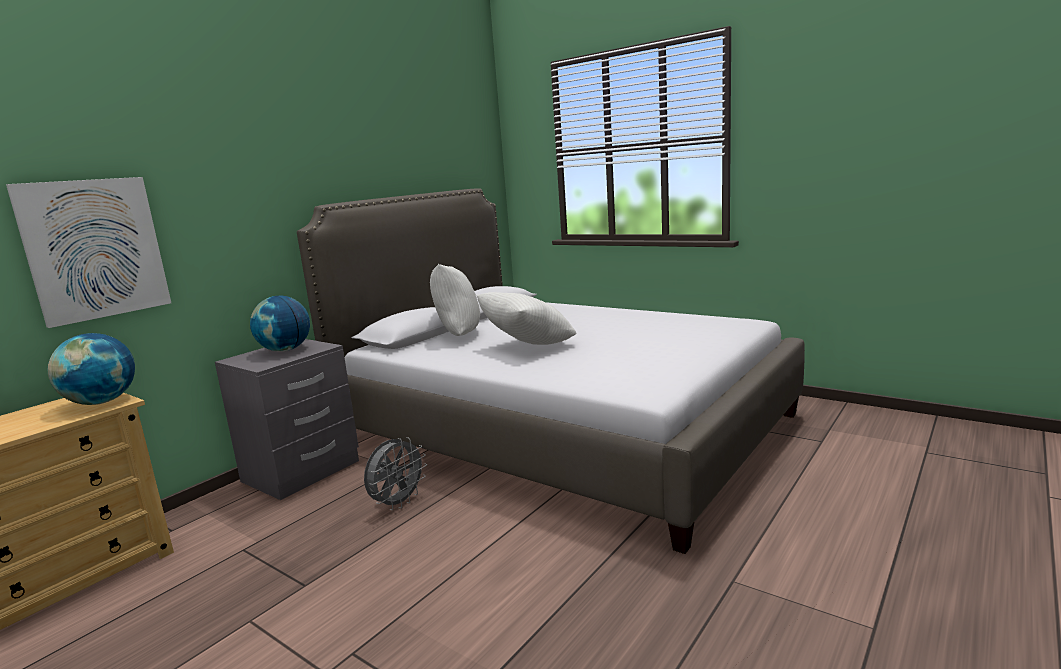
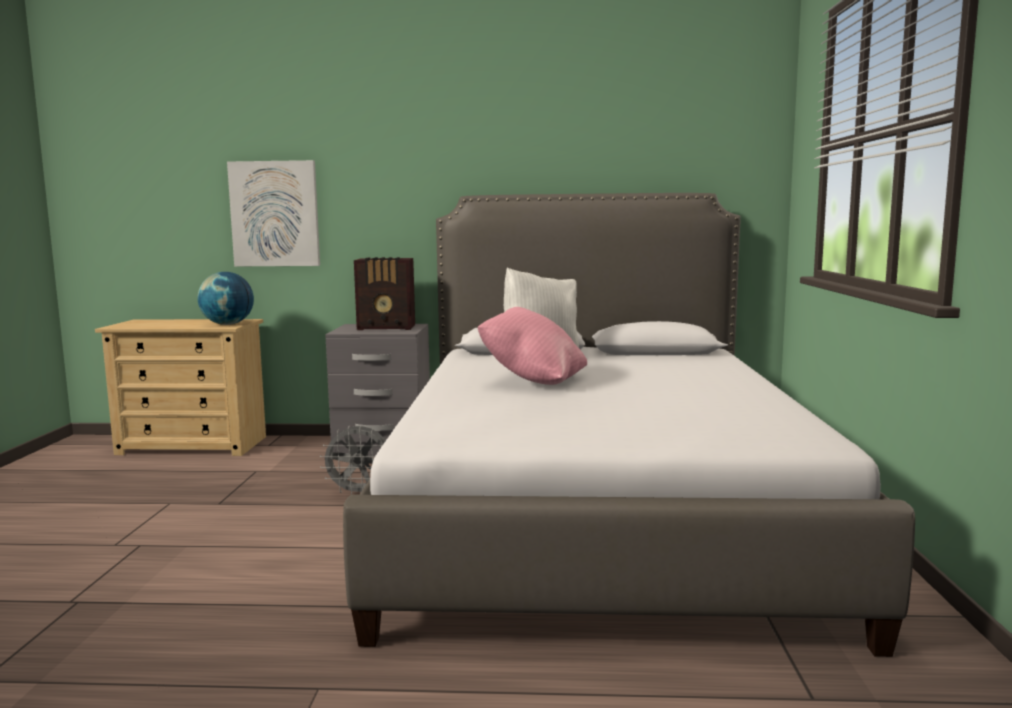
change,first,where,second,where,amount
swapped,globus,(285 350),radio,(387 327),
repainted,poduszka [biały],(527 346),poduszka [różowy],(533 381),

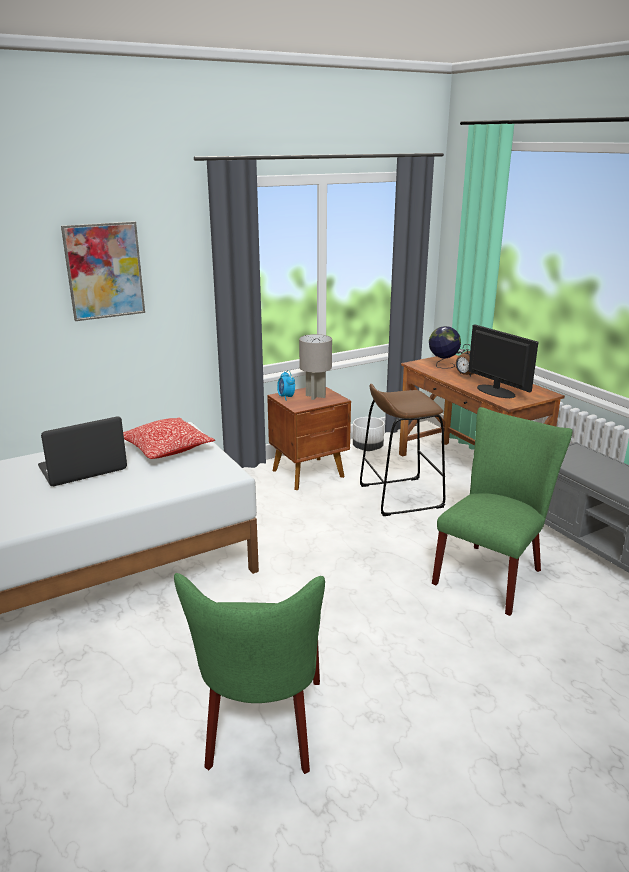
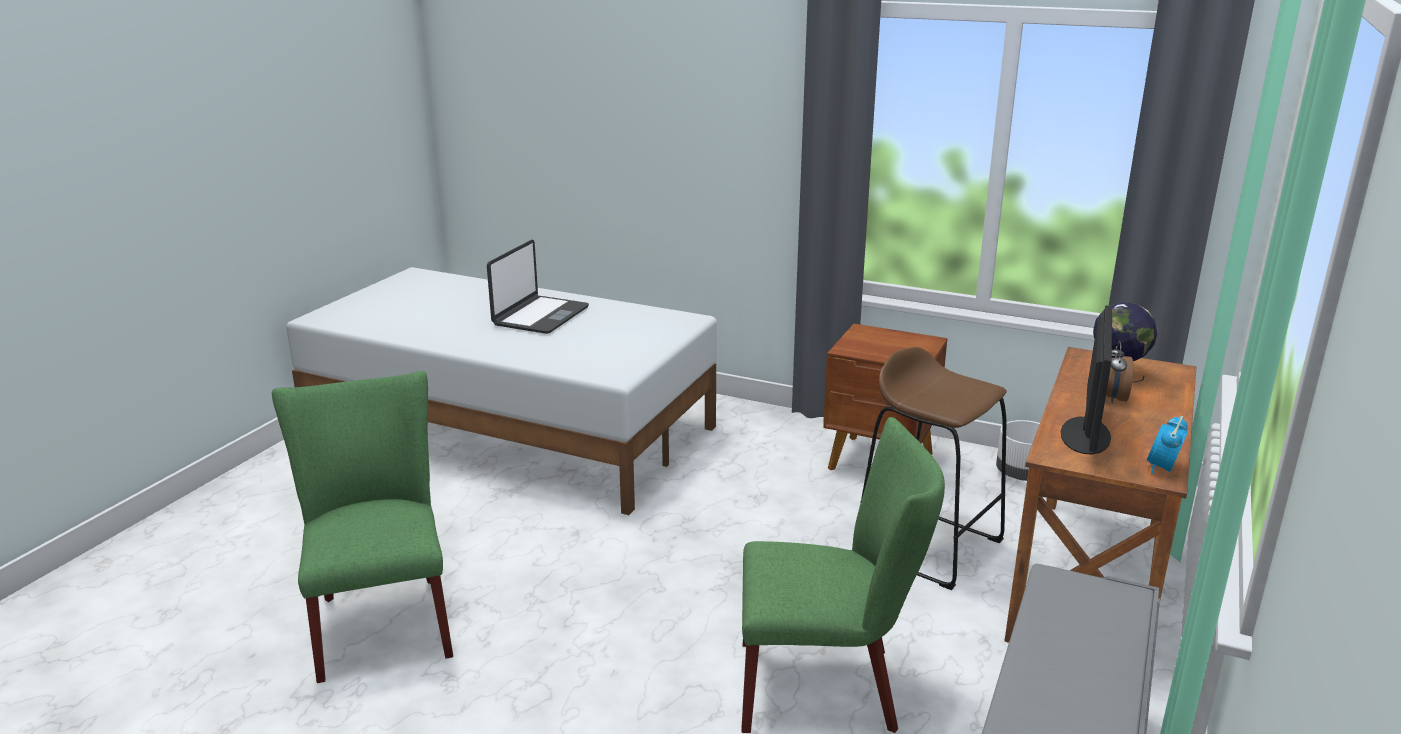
change,first,where,second,where,amount
gone,obraz,(104 271),,,
gone,poduszka,(166 449),,,
gone,lampa stołowa [szary],(315 396),,,
shifted,budzik,(286 397),,(1162 469),
rotated,laptop,(83 469),,(540 316),90 degrees clockwise
rotated,krzesło [zielony],(263 729),,(382 620),105 degrees clockwise

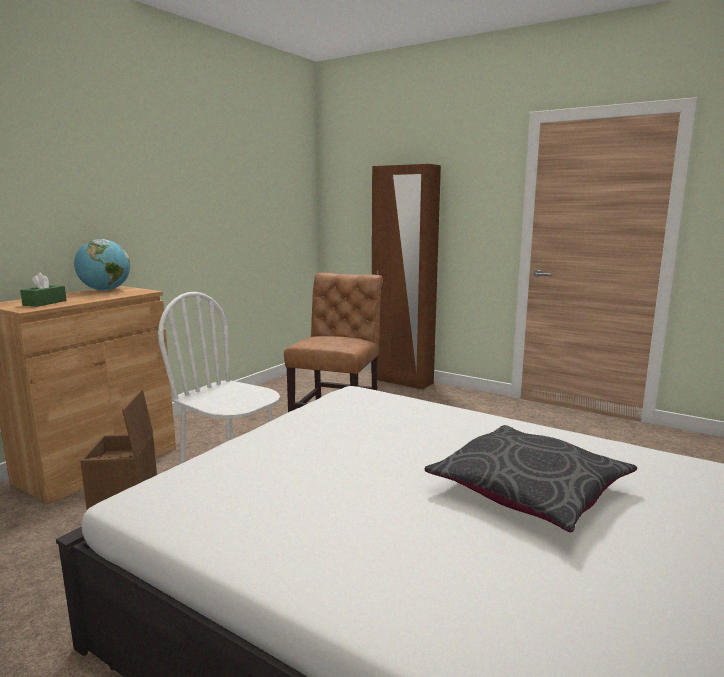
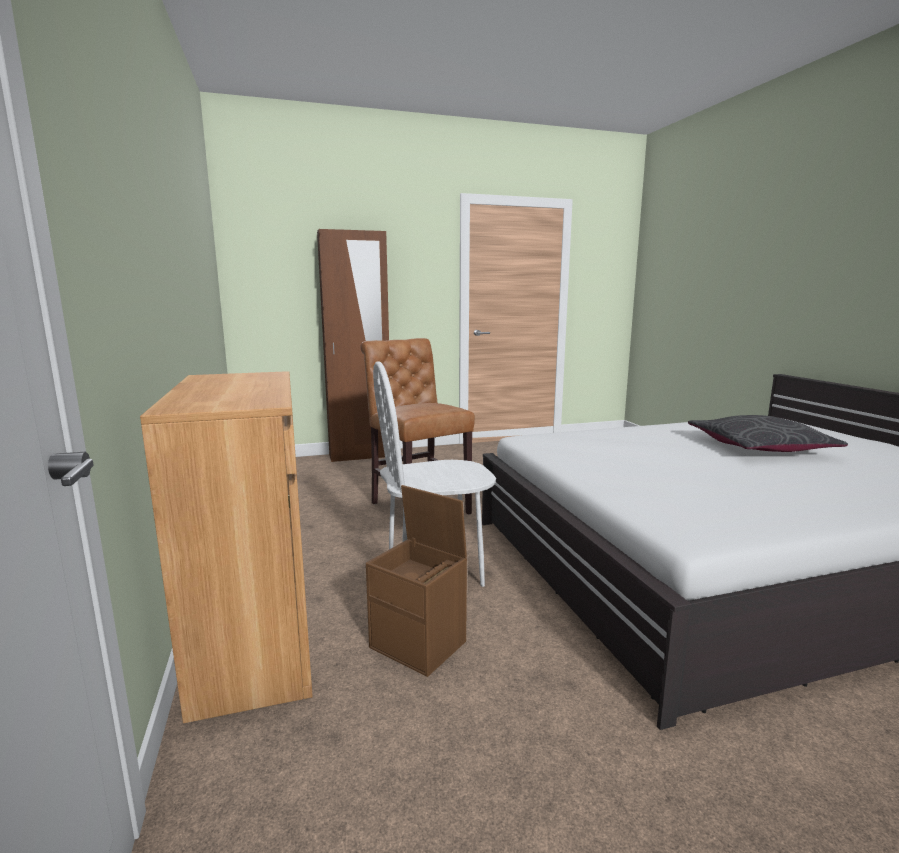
change,first,where,second,where,amount
gone,pudełko chusteczek [zielony],(45 303),,,
gone,globus,(105 290),,,

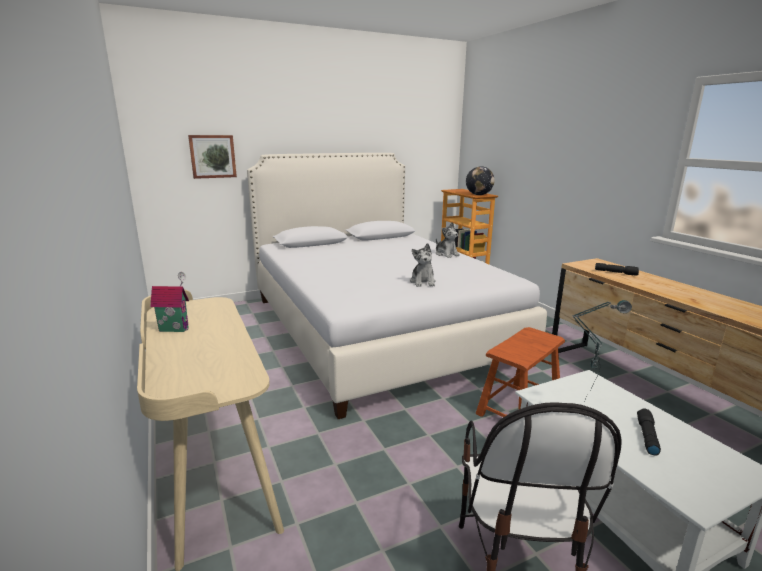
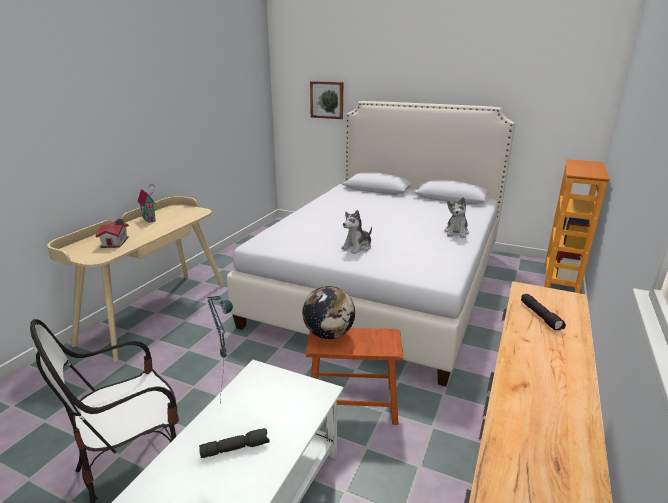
change,first,where,second,where,amount
new,,,domek,(116 242),
shifted,globus,(479 195),,(329 334),

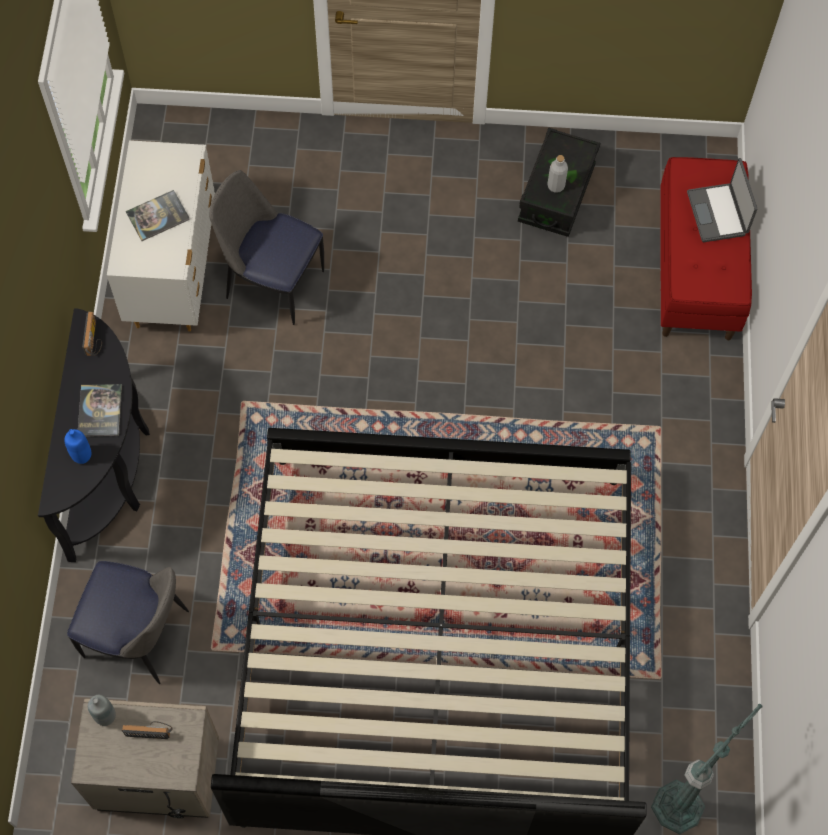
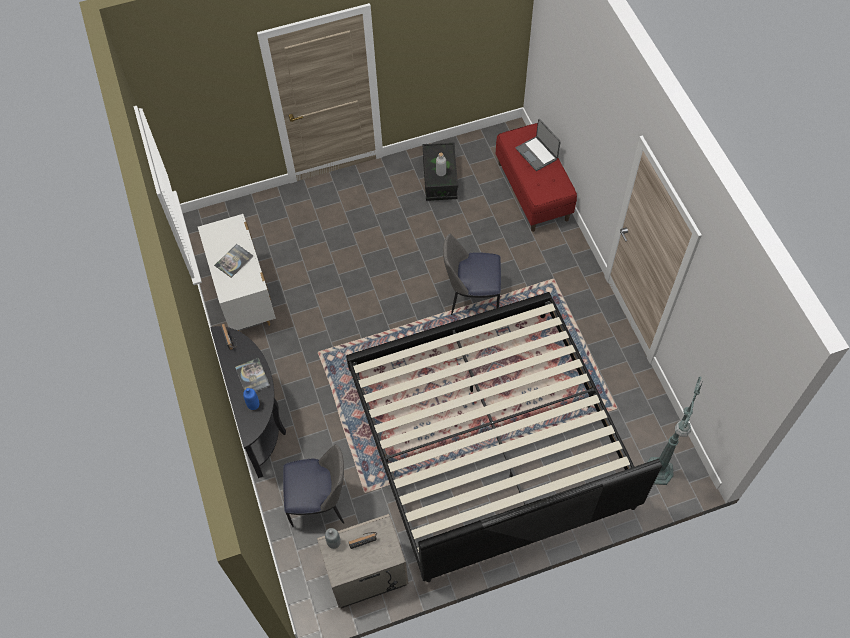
change,first,where,second,where,amount
shifted,krzesło,(272 282),,(472 296),

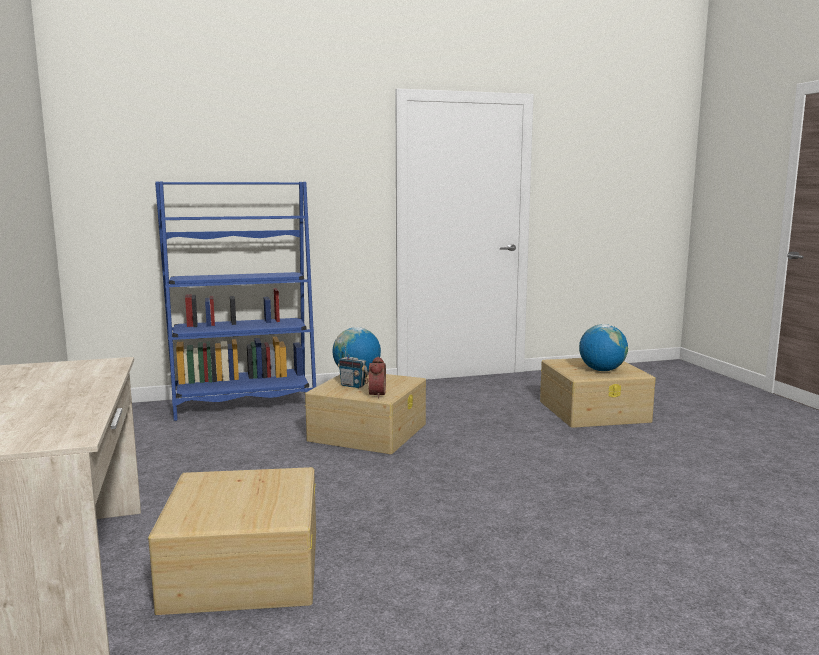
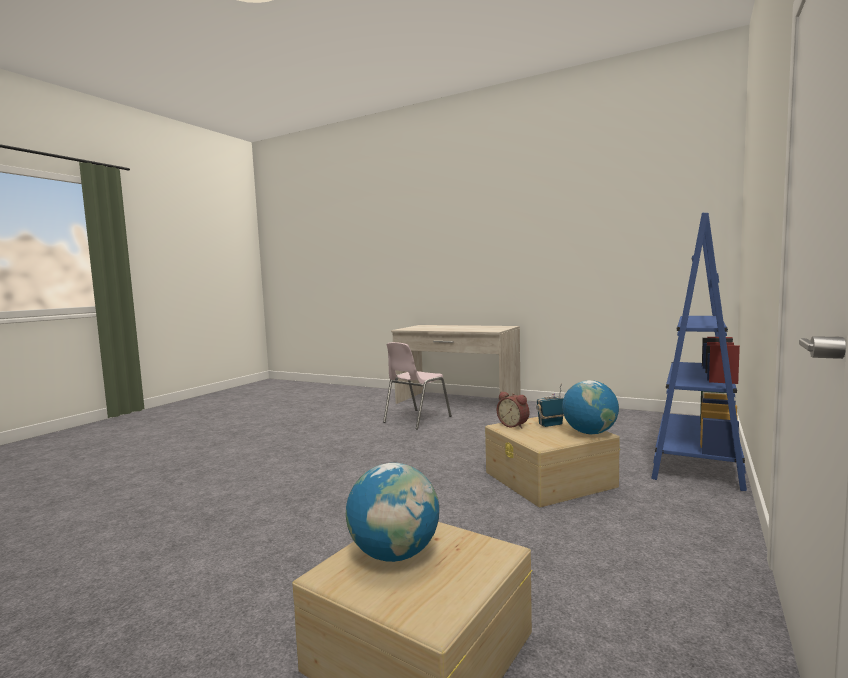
change,first,where,second,where,amount
swapped,pojemnik do przechowywania [beżowy],(243 569),krzesło [różowy],(416 419),

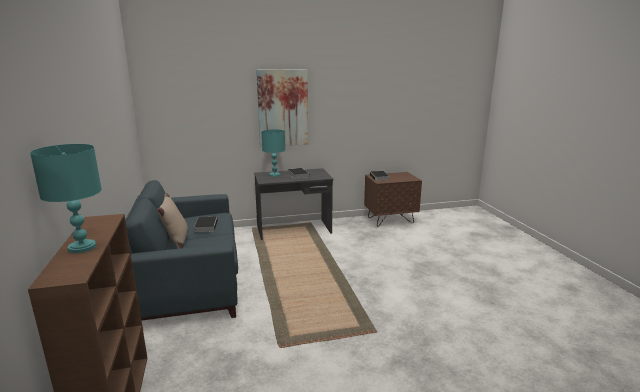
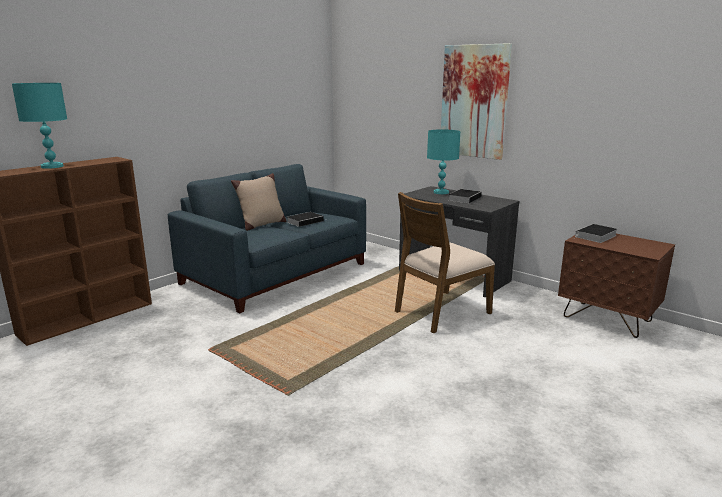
change,first,where,second,where,amount
new,,,krzesło [brązowy],(441 312),

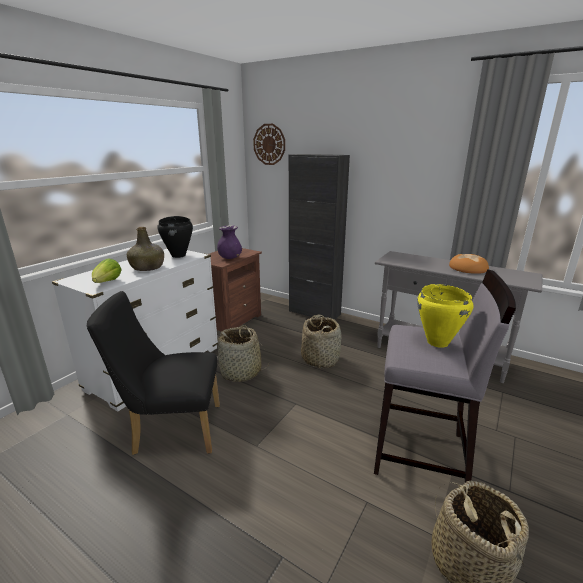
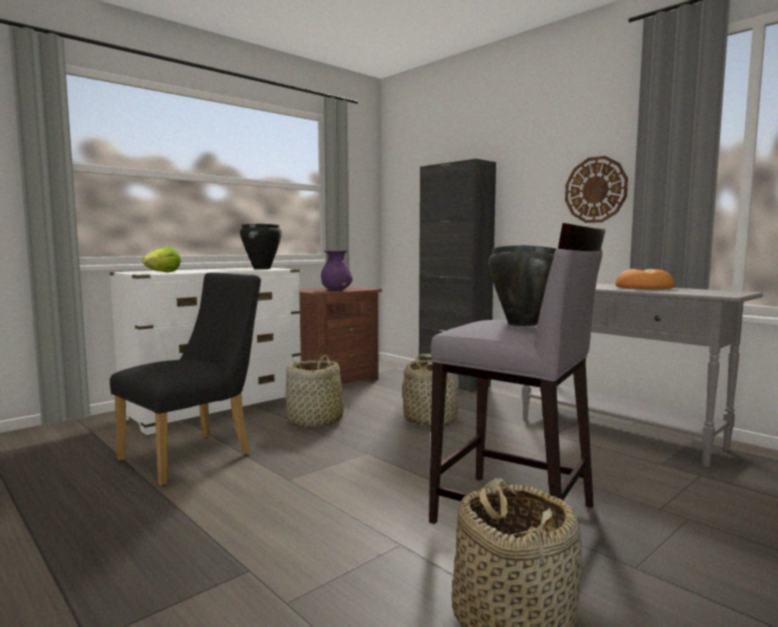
change,first,where,second,where,amount
gone,butelka [zielony],(148 267),,,
shifted,zegar ścienny,(269 144),,(595 190),
repainted,garnek [żółty],(437 342),garnek [czarny],(521 324),
rotated,krzesło [czarny],(171 429),,(195 455),120 degrees clockwise

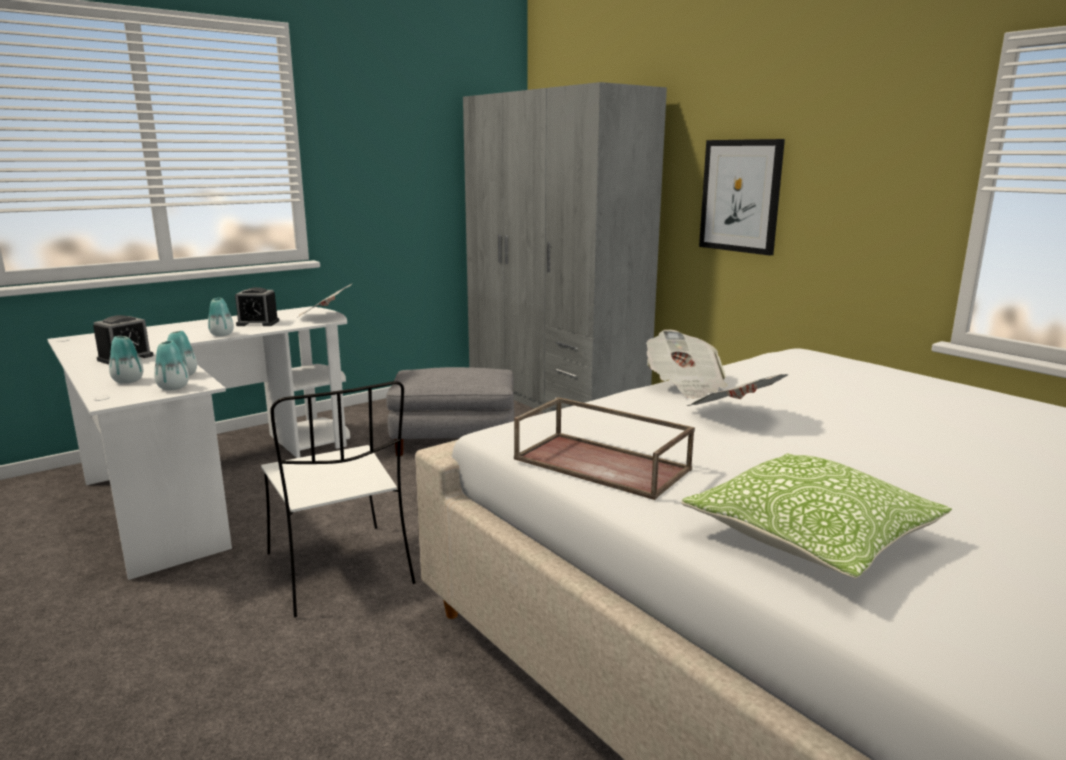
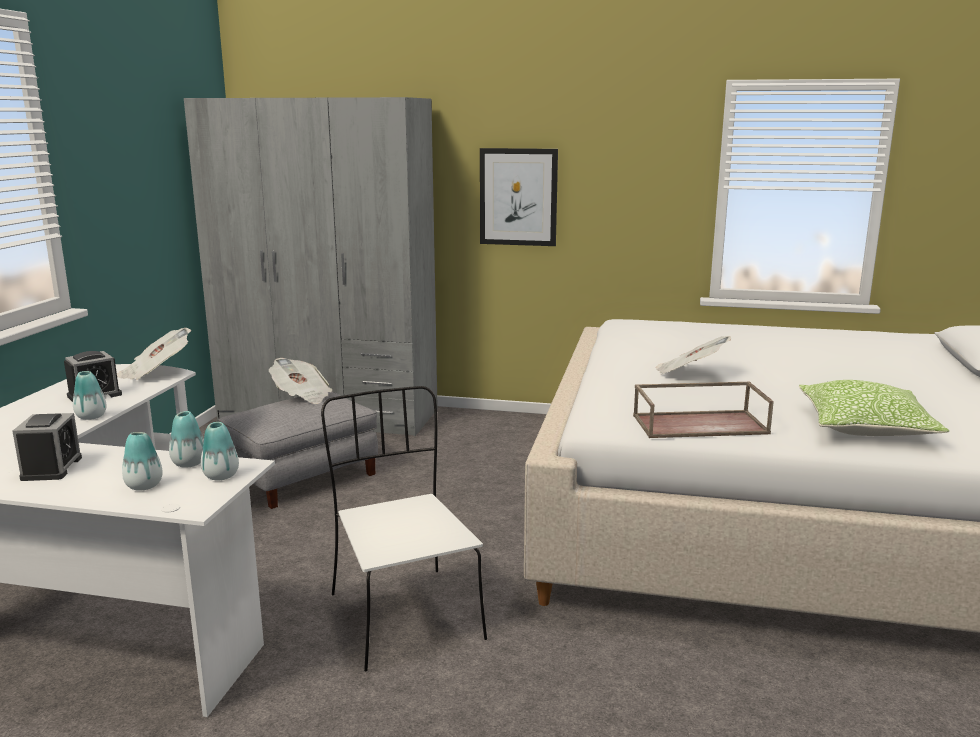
change,first,where,second,where,amount
shifted,gazeta,(684 385),,(302 396),
rotated,krzesło [biały],(341 571),,(403 614),135 degrees counterclockwise

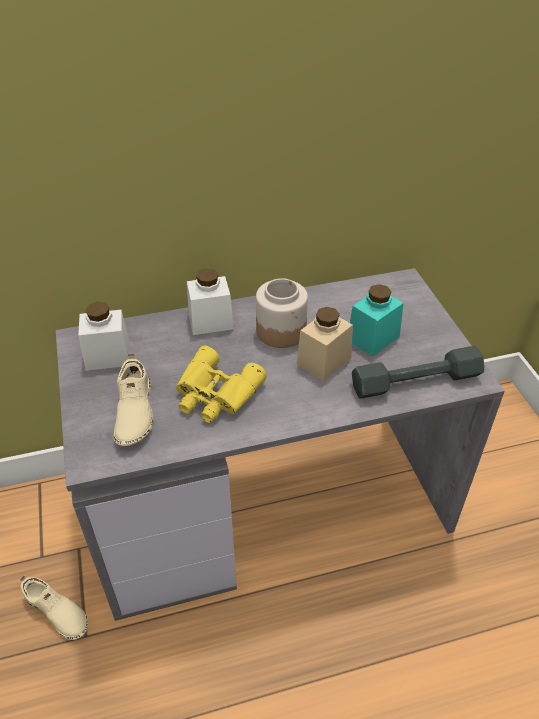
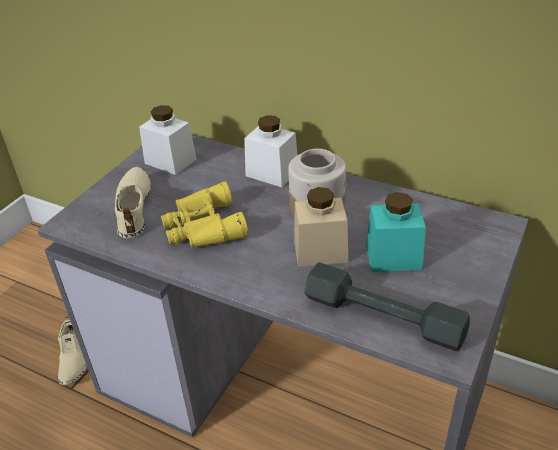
change,first,where,second,where,amount
rotated,but [beżowy],(133 412),,(134 207),135 degrees clockwise

